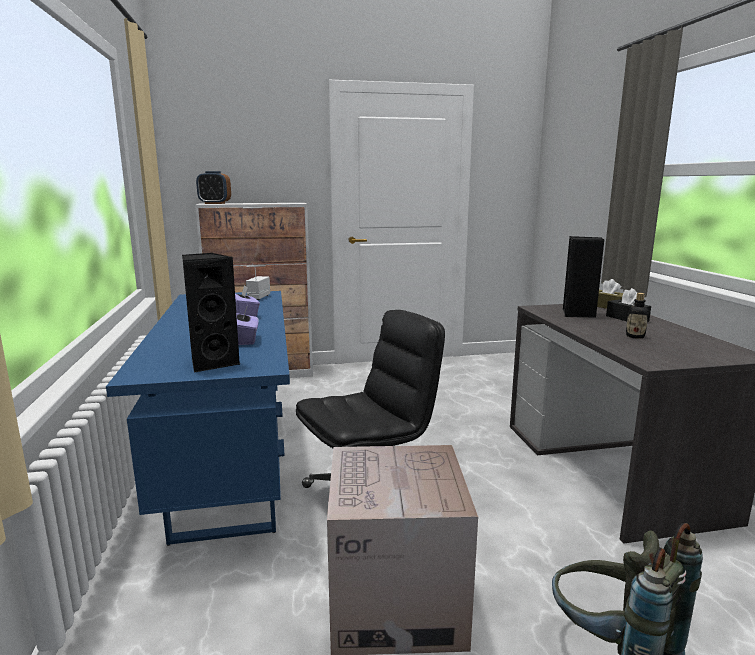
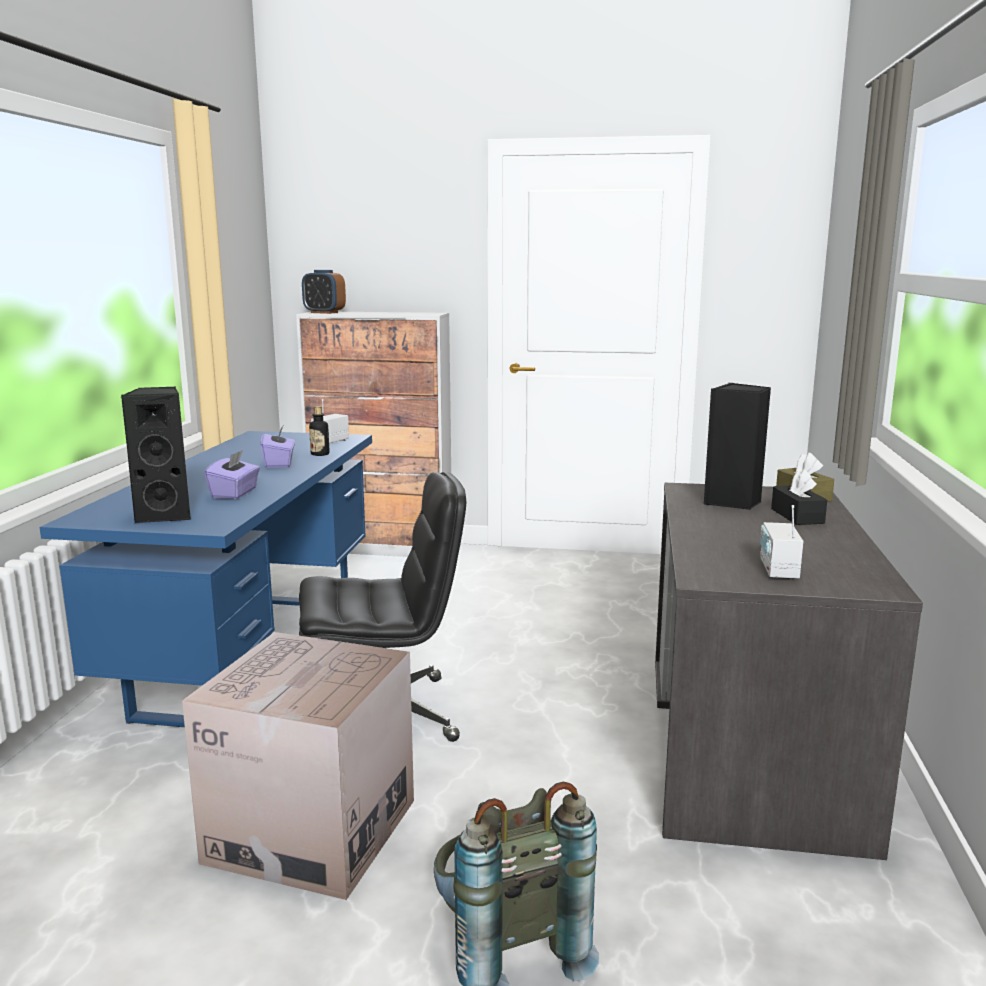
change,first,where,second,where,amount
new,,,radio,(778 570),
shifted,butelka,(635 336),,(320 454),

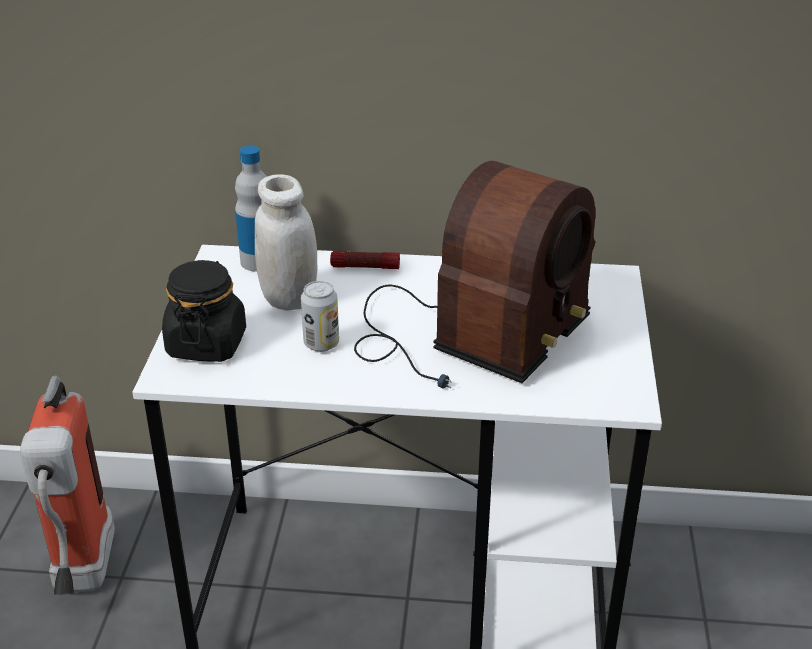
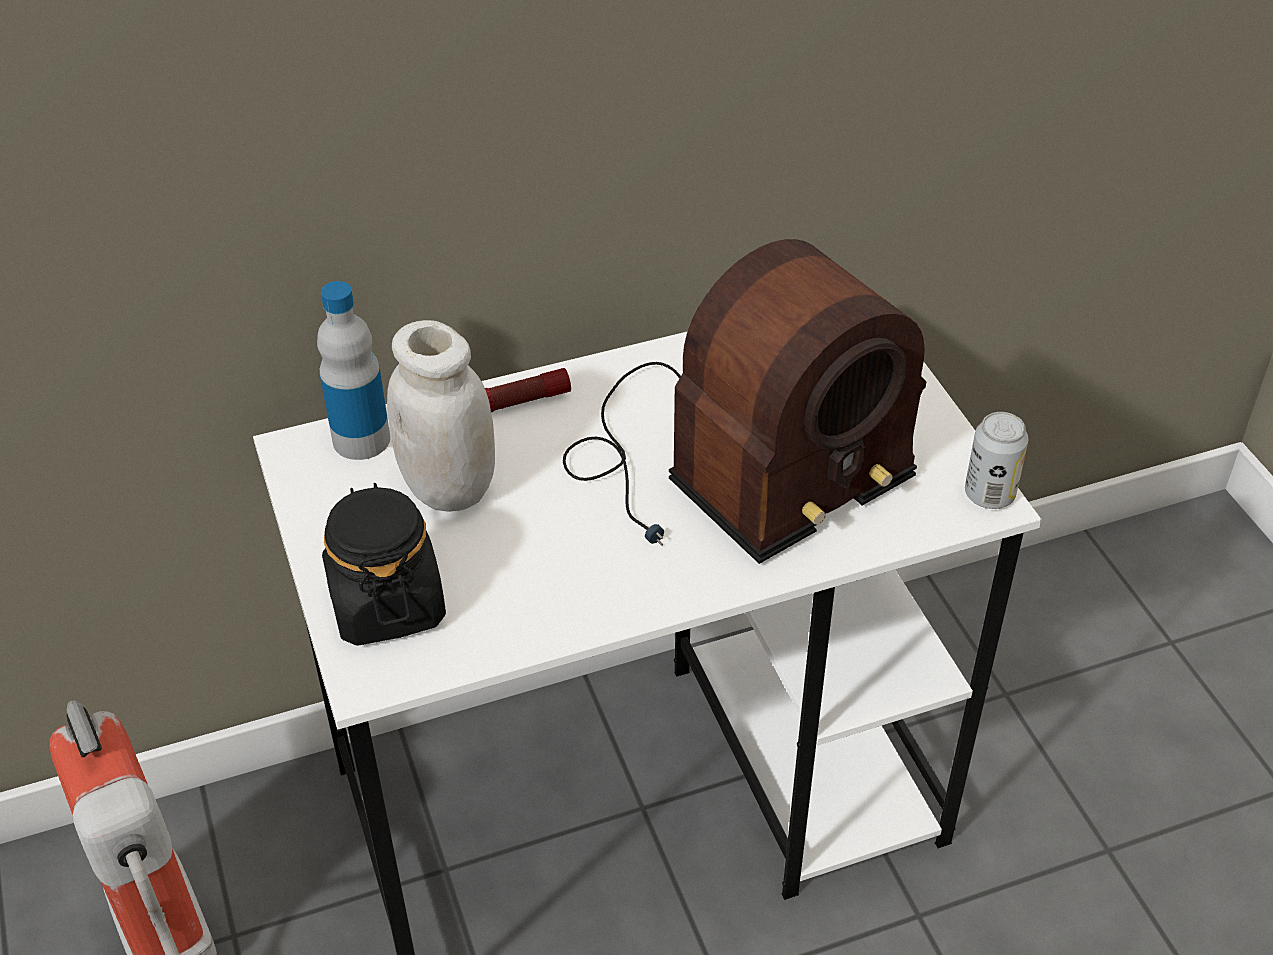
change,first,where,second,where,amount
shifted,puszka,(321 343),,(989 495),
rotated,radio,(468 335),,(730 468),45 degrees clockwise

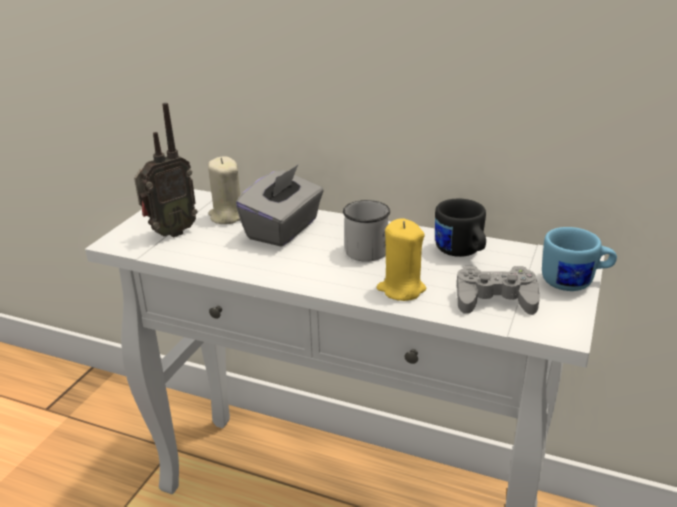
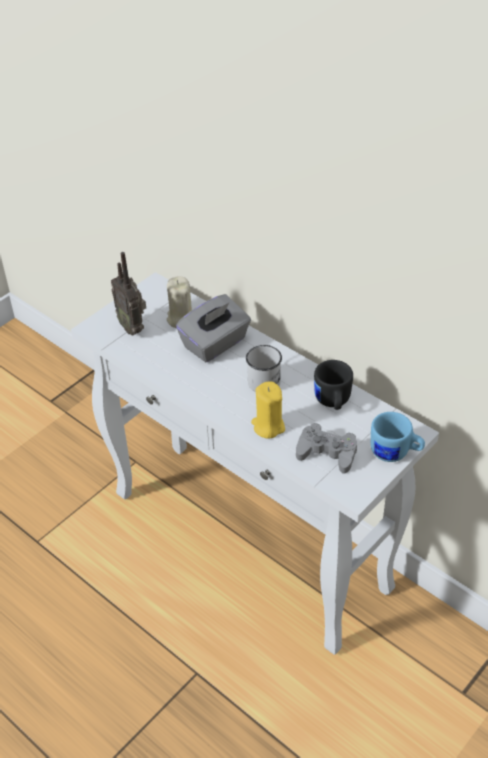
change,first,where,second,where,amount
rotated,radio,(170 233),,(133 327),75 degrees clockwise

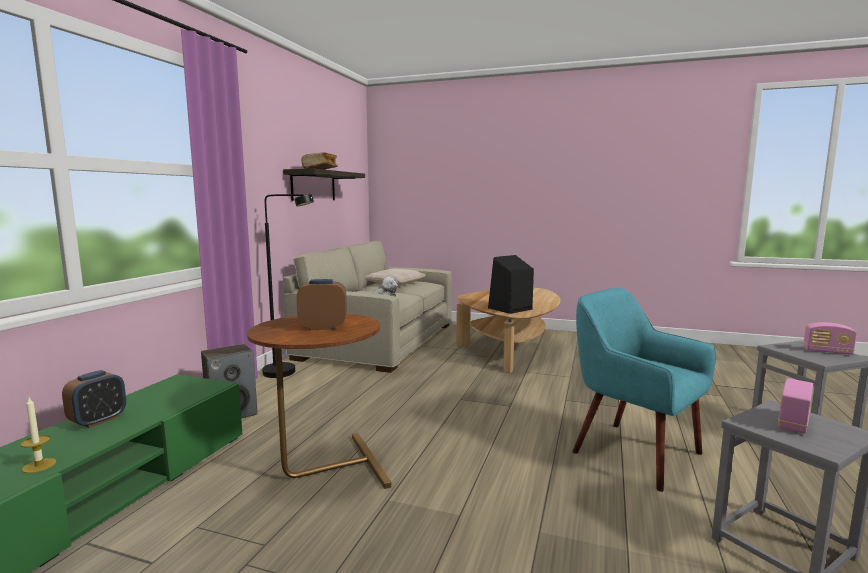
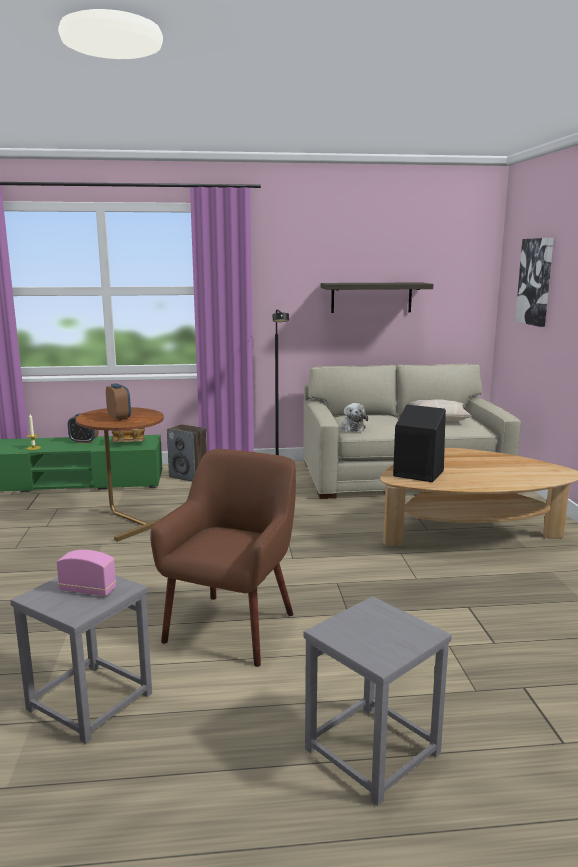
change,first,where,second,where,amount
gone,radio,(827 352),,,
new,,,obraz,(536 281),
shifted,książka,(320 170),,(128 442),
repainted,fotel [turkusowy],(634 452),fotel [brązowy],(232 627),

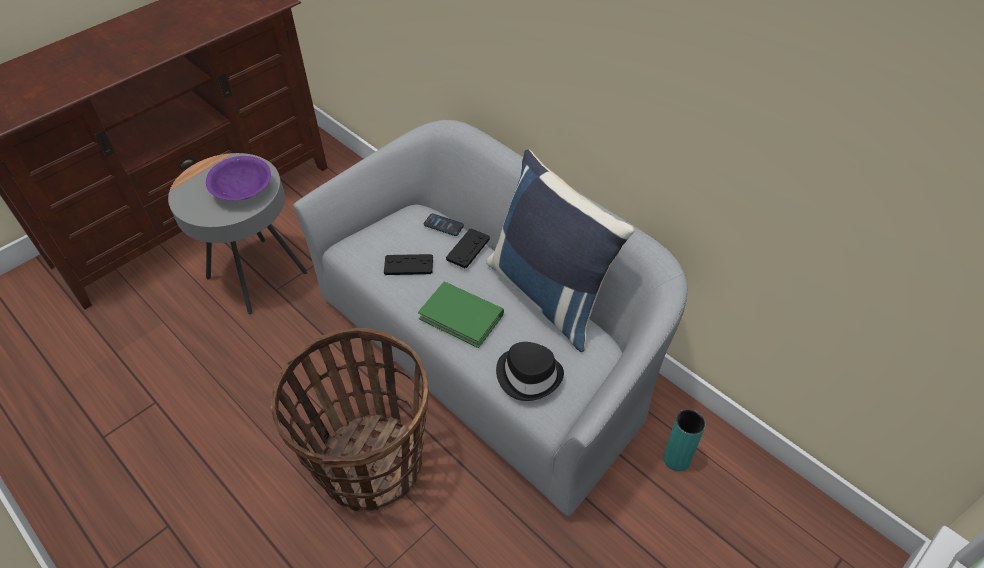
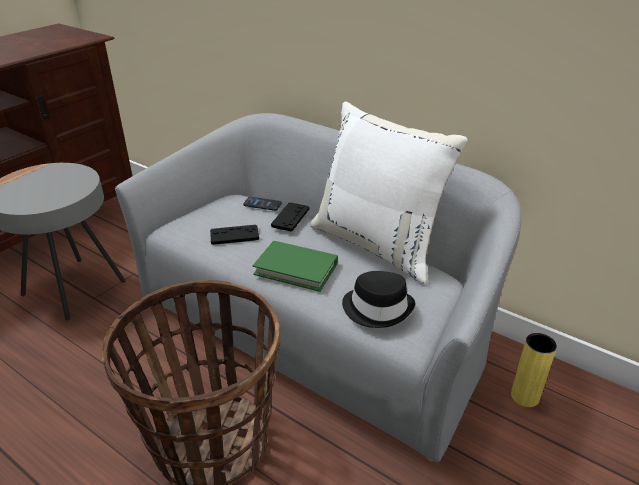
change,first,where,second,where,amount
gone,miska [fioletowy],(243 191),,,
repainted,poduszka [niebieski],(550 294),poduszka [biały],(378 244),
repainted,wazon [turkusowy],(676 459),wazon [żółty],(525 396),

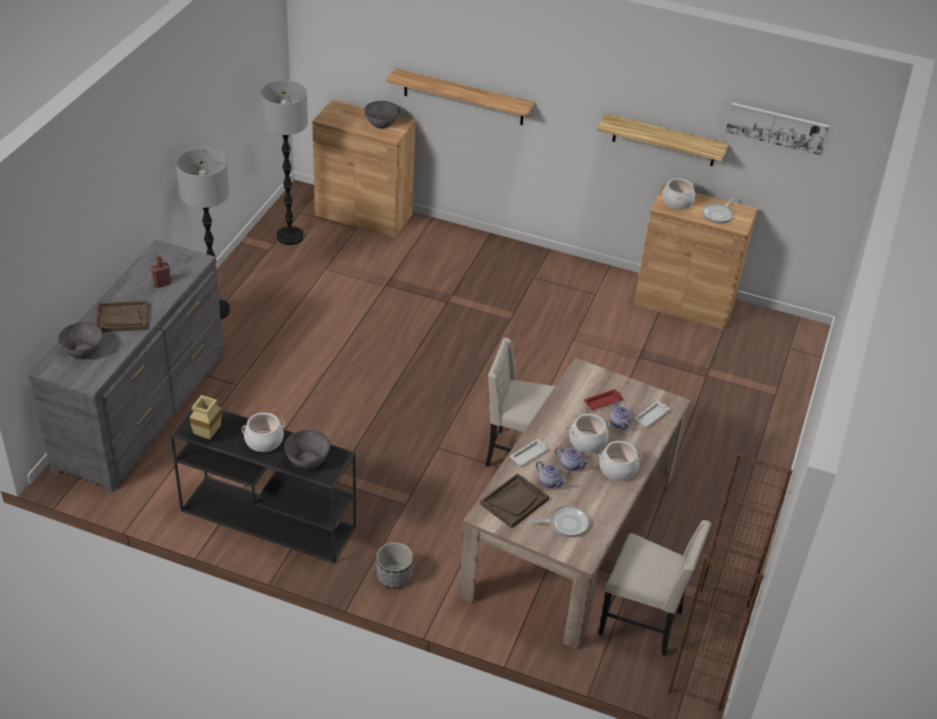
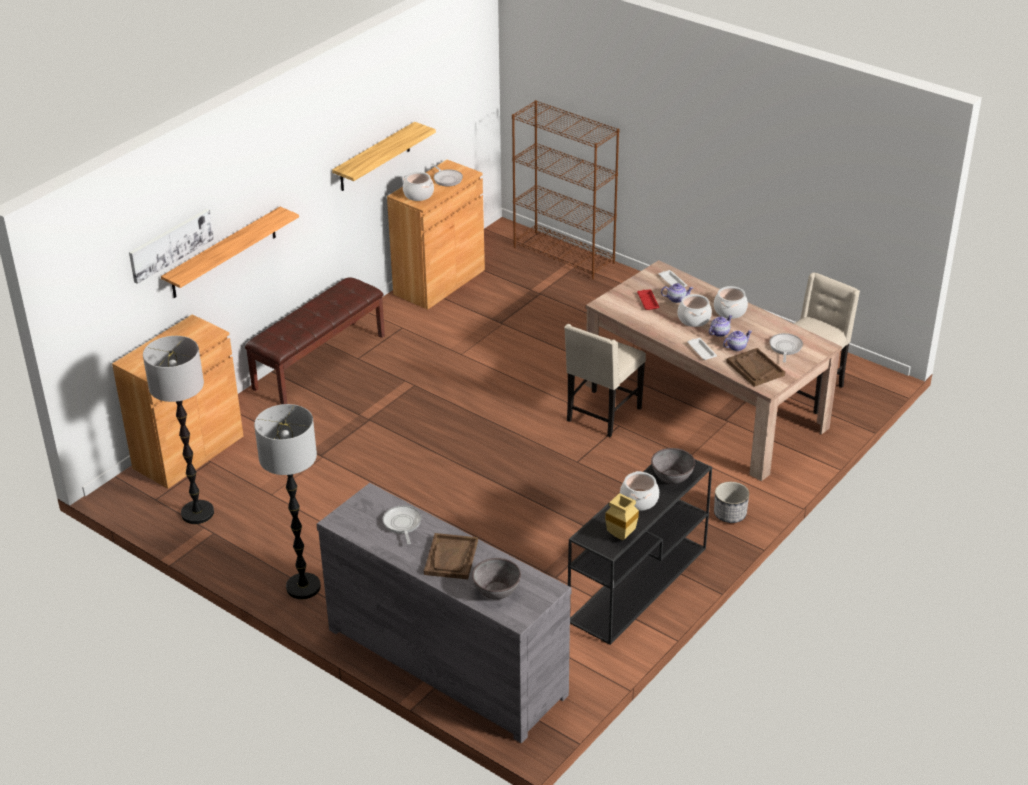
change,first,where,second,where,amount
gone,miska [szary],(381 123),,,
new,,,ławka [brązowy],(319 361),
shifted,regał [brązowy],(710 649),,(564 255),
shifted,obraz,(777 127),,(170 244),
swapped,butelka [czerwony],(162 284),patelnia,(402 524),

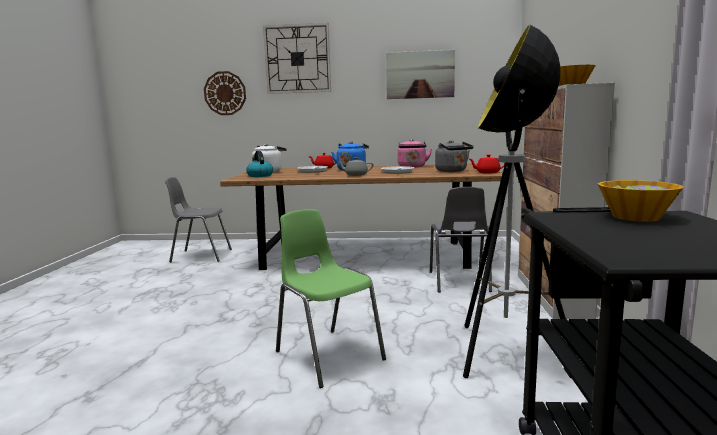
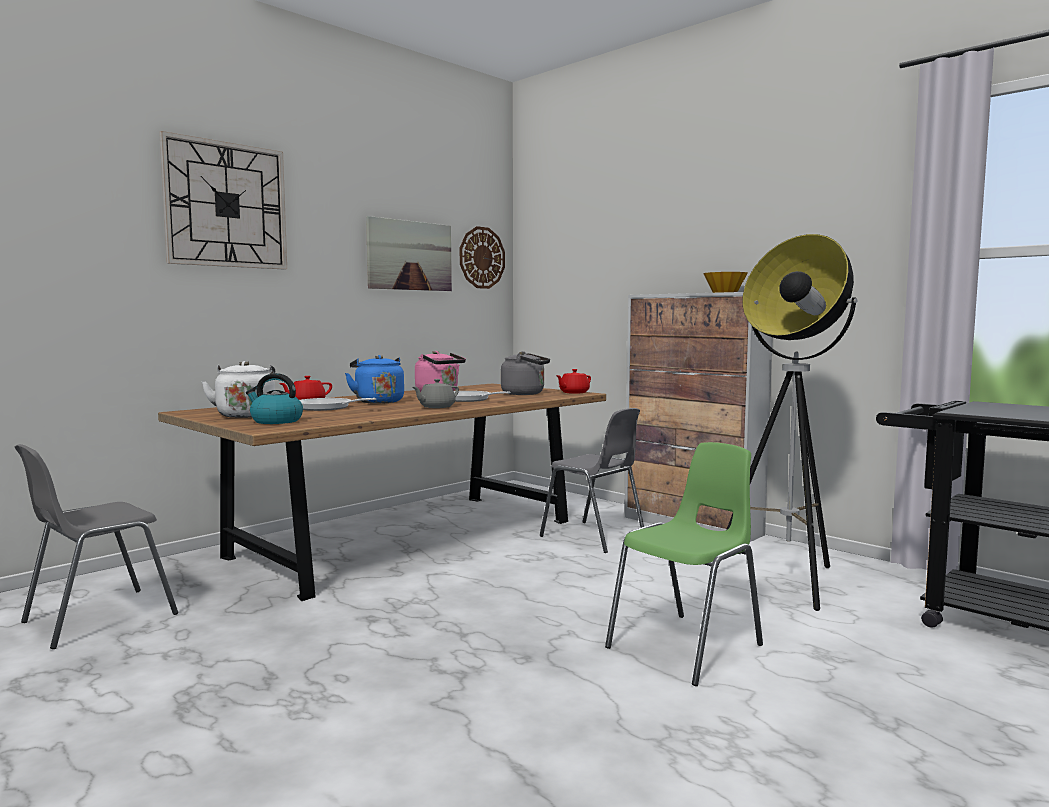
change,first,where,second,where,amount
gone,miska,(636 217),,,
shifted,zegar ścienny,(225 93),,(481 258),
rotated,krzesło [zielony],(328 355),,(687 647),135 degrees clockwise

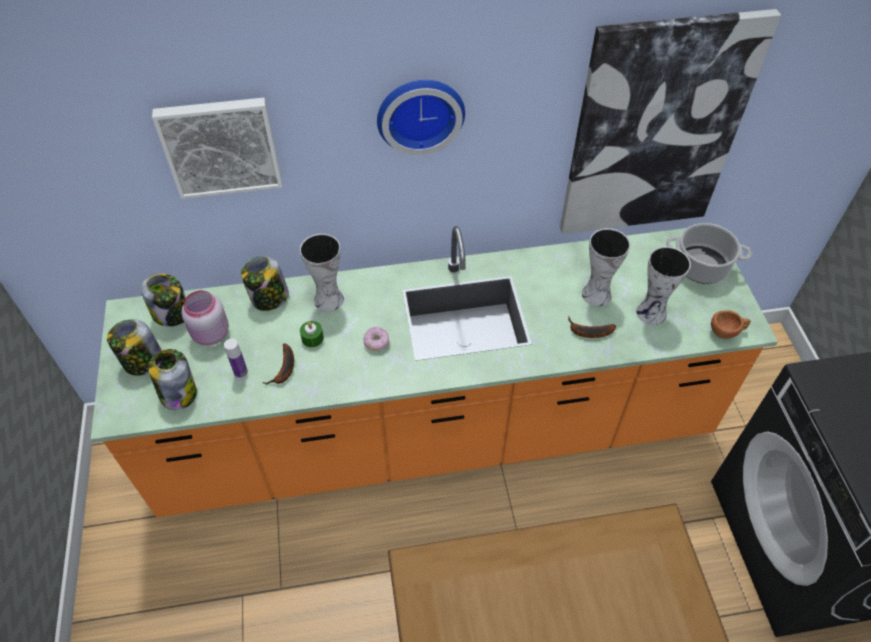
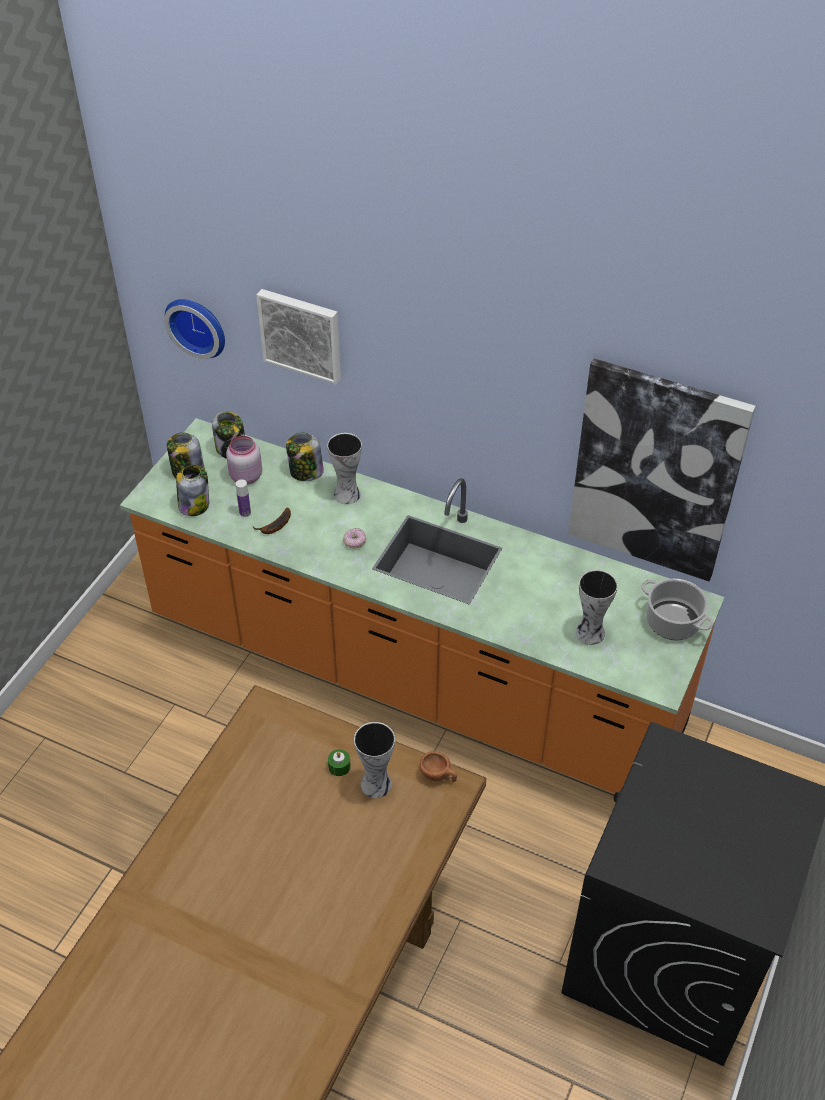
change,first,where,second,where,amount
gone,banan,(588 332),,,
shifted,świeca [zielony],(312 338),,(339 766),
shifted,zegar ścienny,(419 112),,(198 325),
shifted,wazon,(595 293),,(376 783),
shifted,filiżanka [brązowy],(727 332),,(438 776),

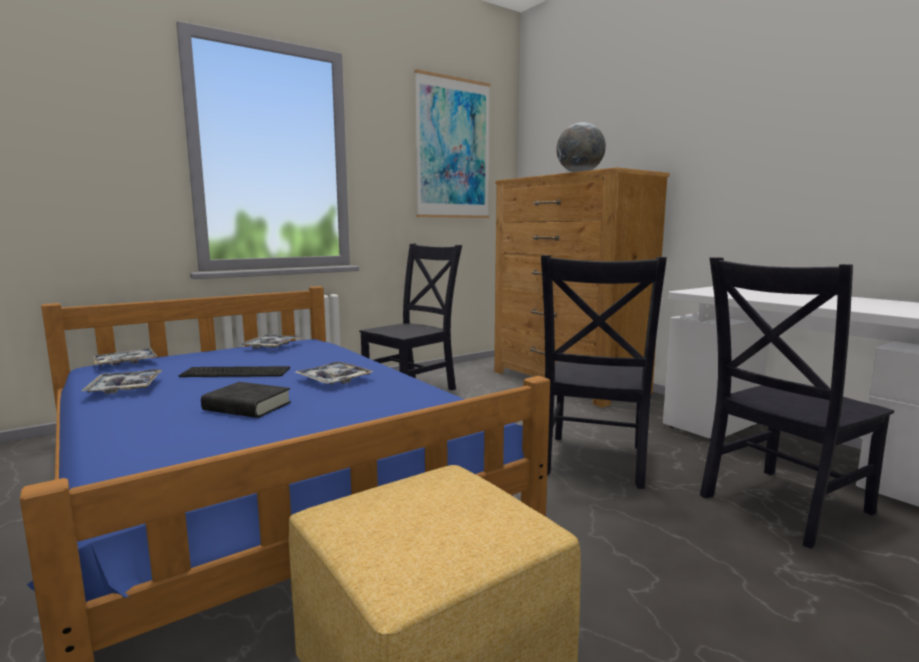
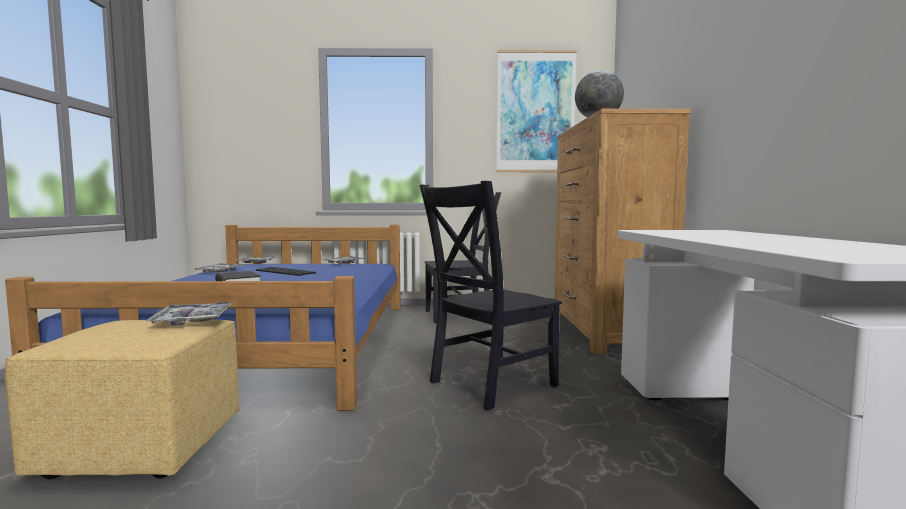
change,first,where,second,where,amount
gone,krzesło [czarny],(780 506),,,
shifted,taca,(334 380),,(193 321),

